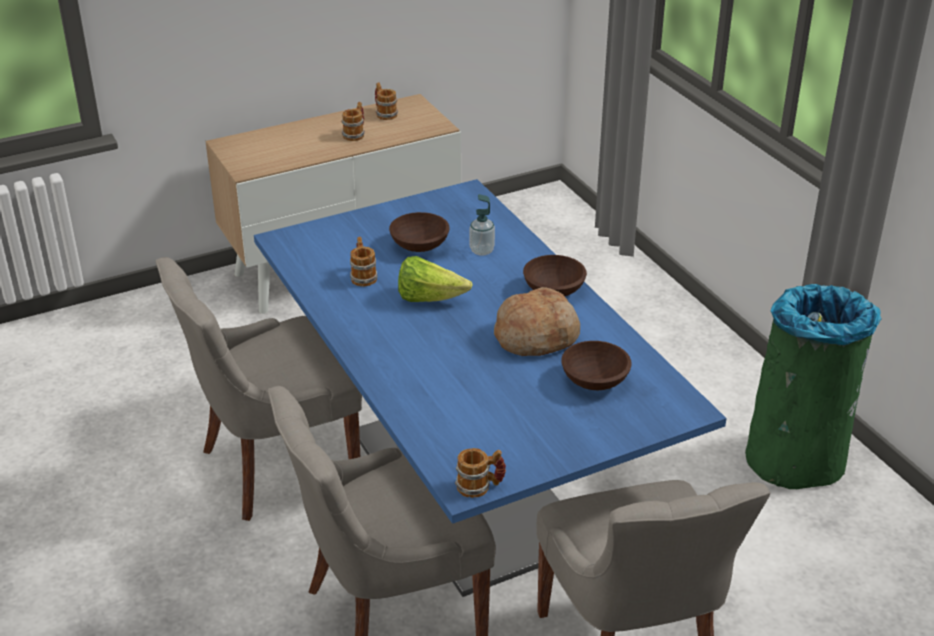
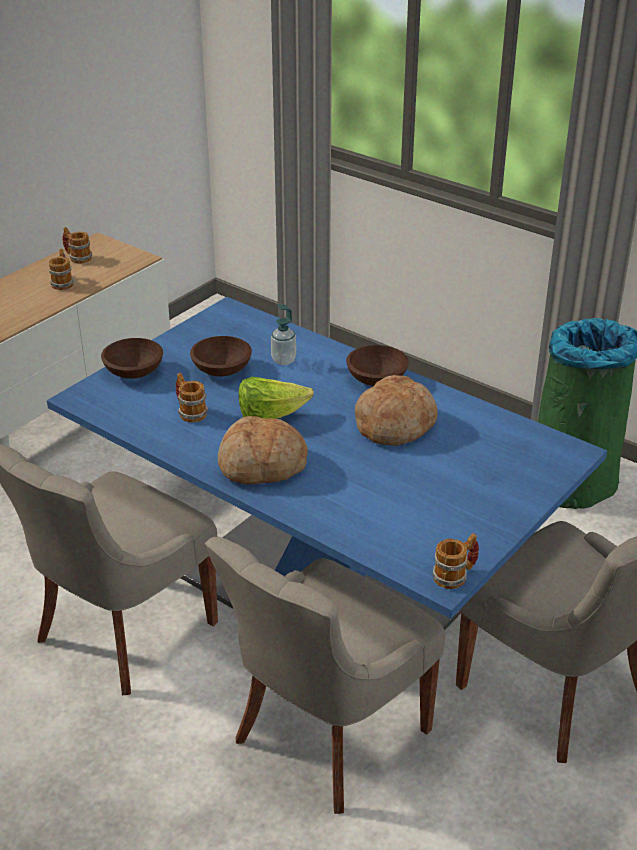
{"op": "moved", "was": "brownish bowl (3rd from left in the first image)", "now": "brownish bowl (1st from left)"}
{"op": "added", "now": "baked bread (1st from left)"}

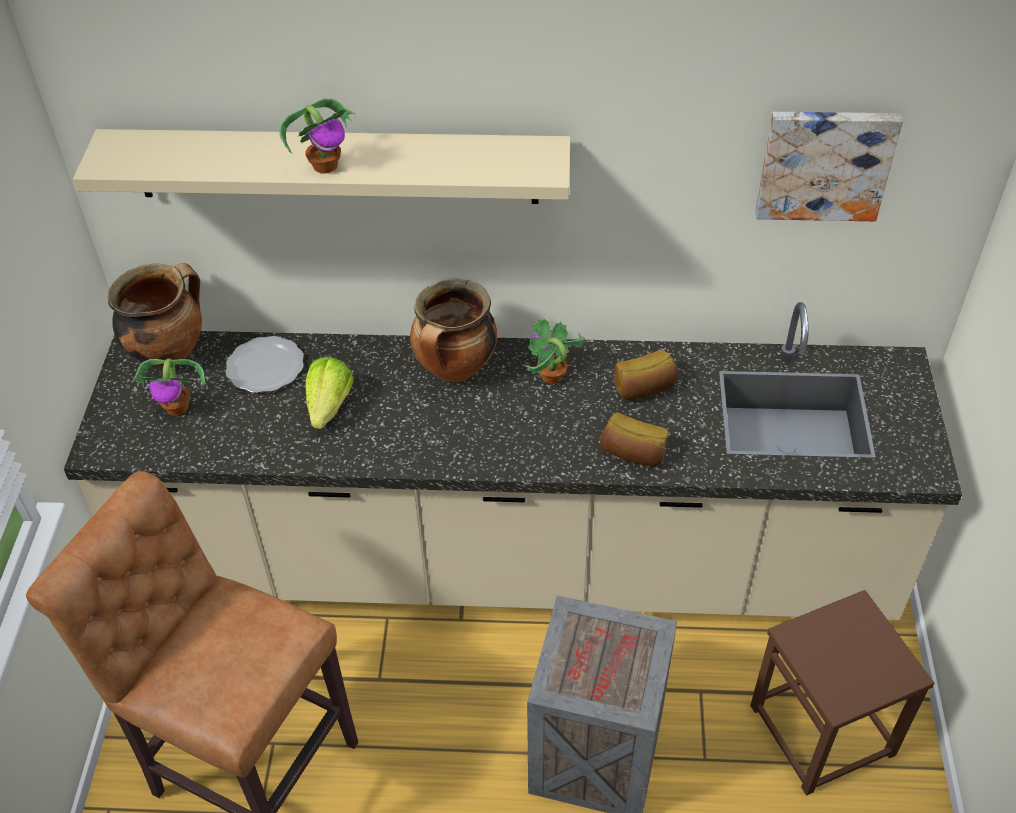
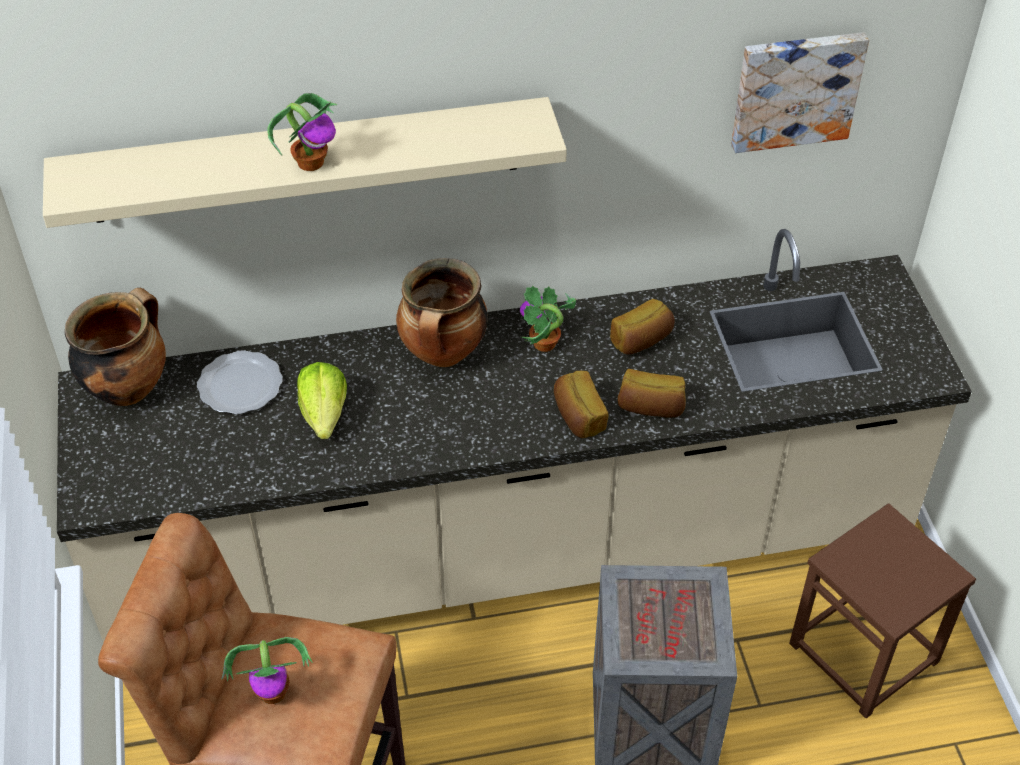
{"op": "moved", "was": "houseplant (1st from left)"}
{"op": "added", "now": "baked bread (1st from left)"}

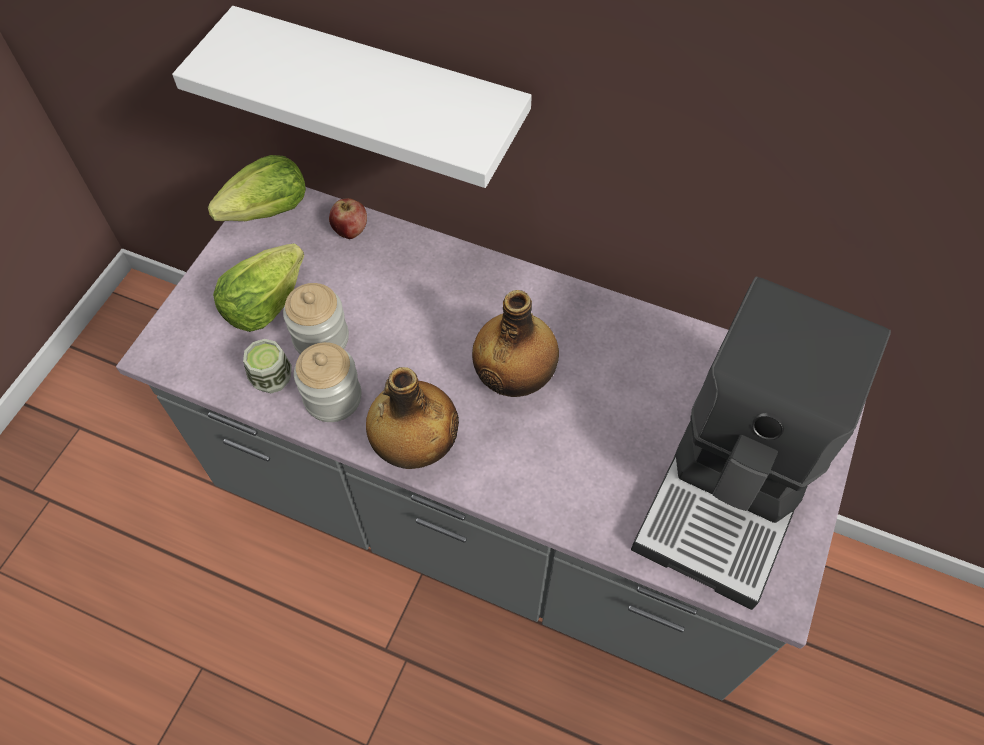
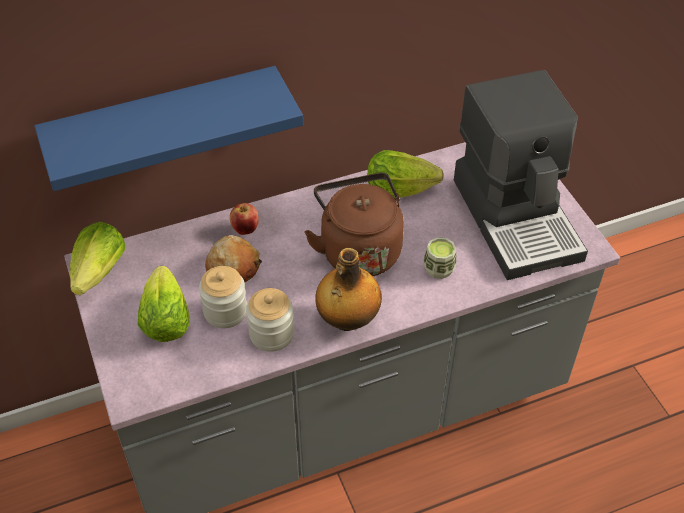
{"op": "recoloured", "was": "white bracket shelf", "now": "bluish bracket shelf"}
{"op": "added", "now": "baked bread"}
{"op": "moved", "was": "apple"}
{"op": "replaced", "was": "beverage bottle (2nd from left)", "now": "brownish water kettle"}
{"op": "added", "now": "head of lettuce (3rd from left)"}
{"op": "moved", "was": "small cup"}

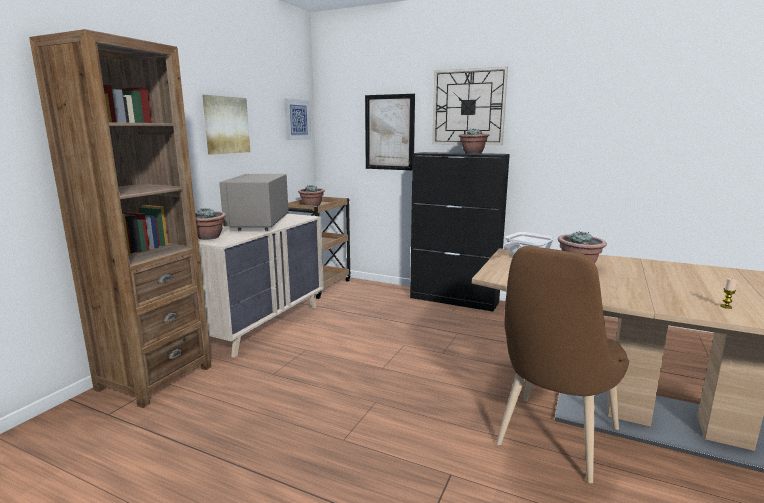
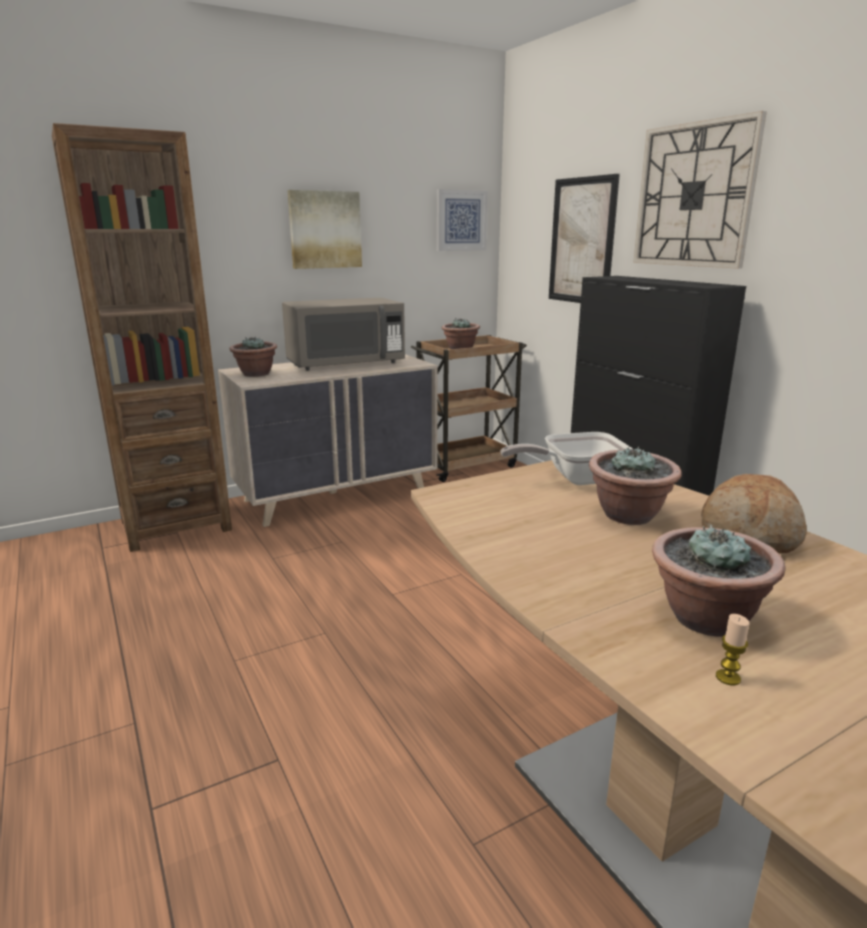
{"op": "turned", "was": "greyish microwave", "clockwise": -150}
{"op": "moved", "was": "houseplant (3rd from left in the first image)", "now": "houseplant (4th from left)"}
{"op": "added", "now": "baked bread"}
{"op": "removed", "was": "brownish chair"}

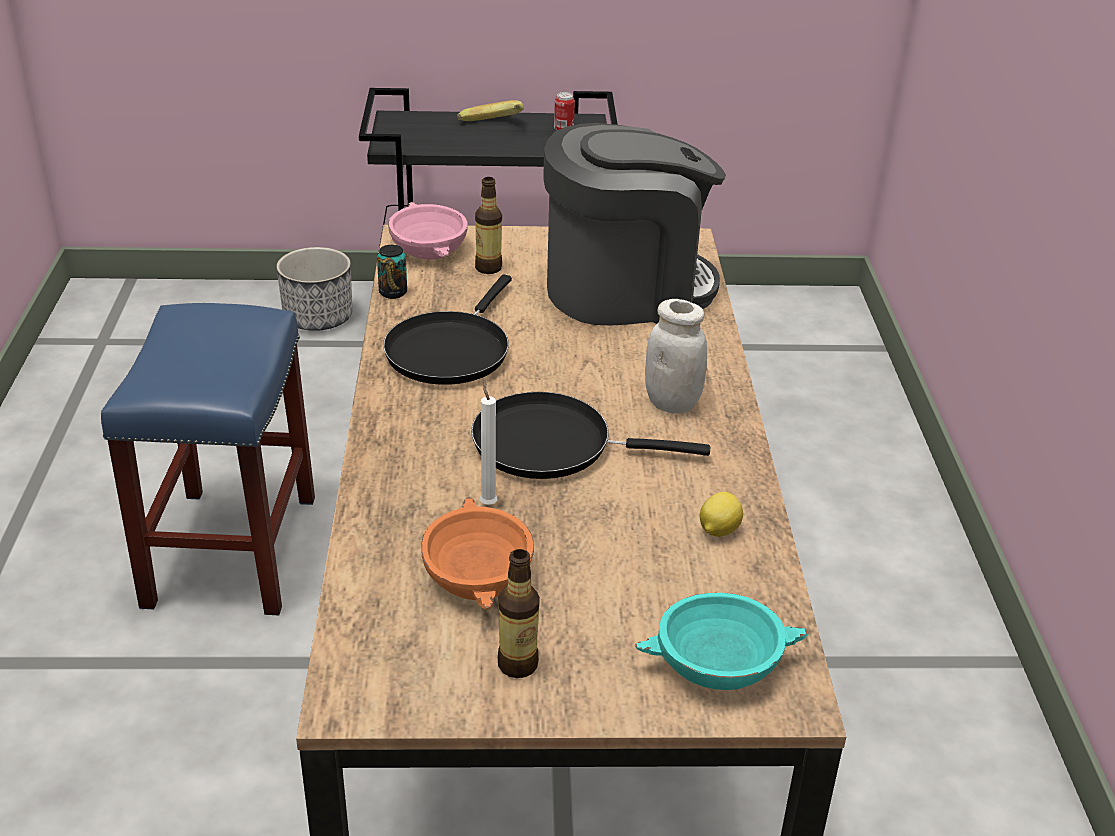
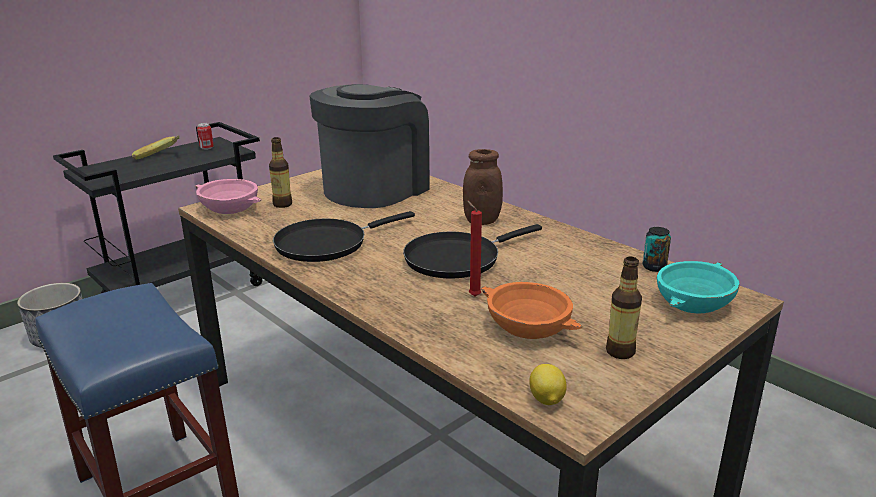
{"op": "turned", "was": "black frying pan (1st from left)", "clockwise": 75}
{"op": "recoloured", "was": "white storage jar", "now": "brownish storage jar"}
{"op": "recoloured", "was": "white wax light", "now": "reddish wax light"}
{"op": "moved", "was": "whole lemon"}
{"op": "moved", "was": "metal can (1st from left in the first image)", "now": "metal can (2nd from left)"}

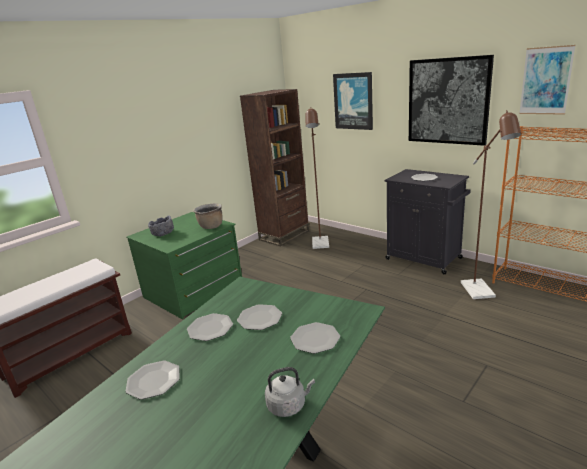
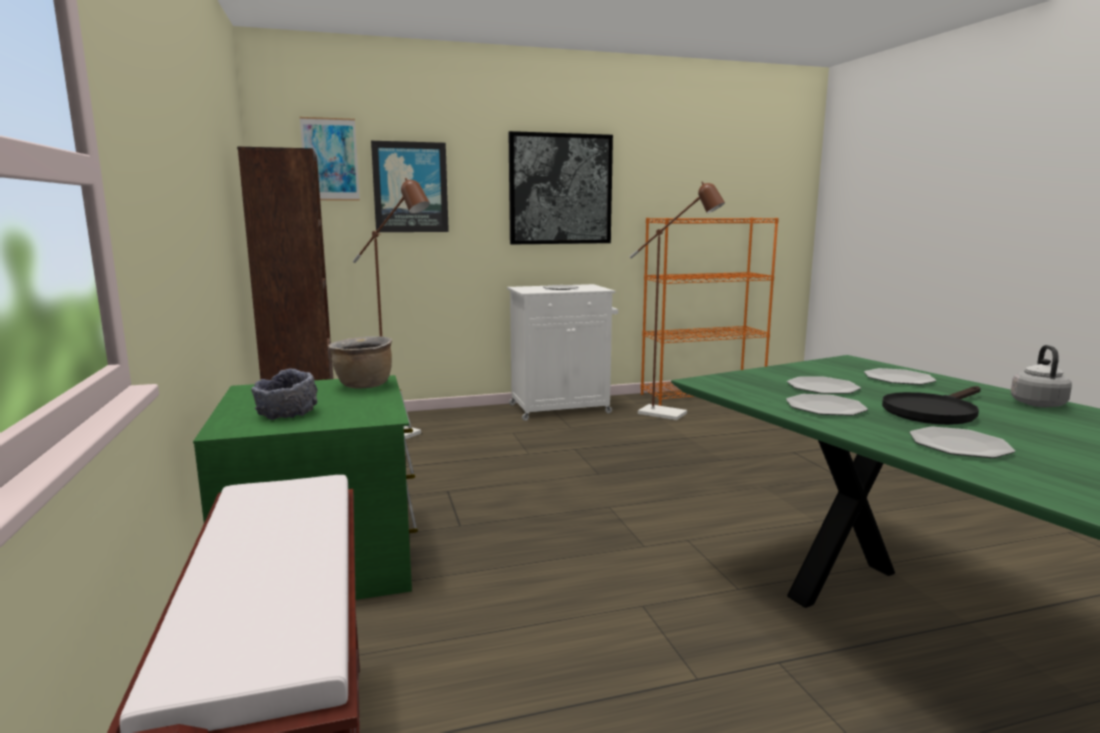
{"op": "moved", "was": "wall picture (3rd from left in the first image)", "now": "wall picture (1st from left)"}
{"op": "recoloured", "was": "black cabinet", "now": "white cabinet"}
{"op": "added", "now": "black frying pan"}

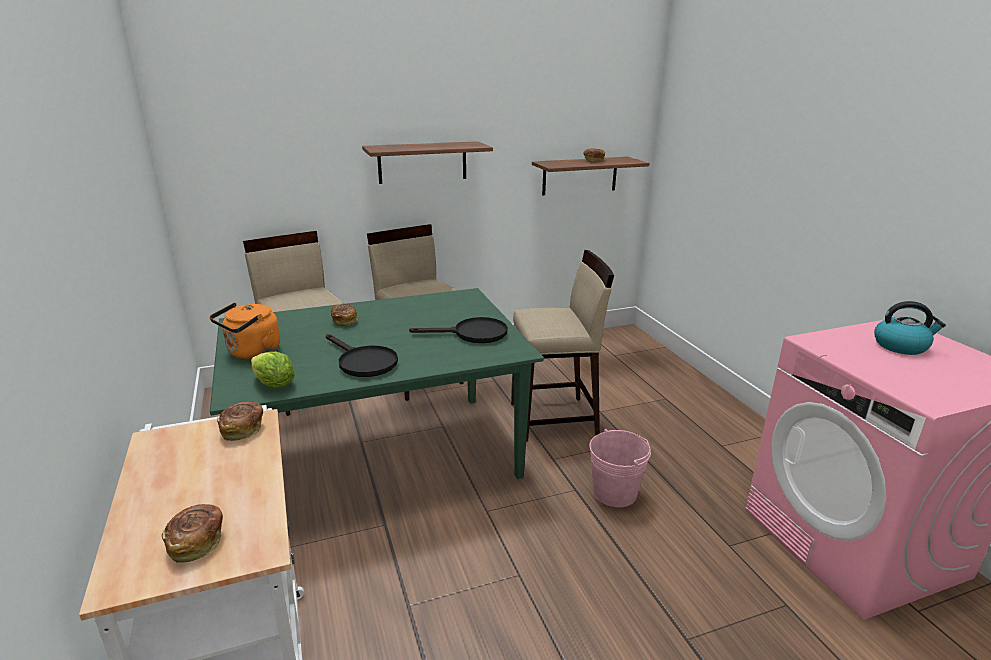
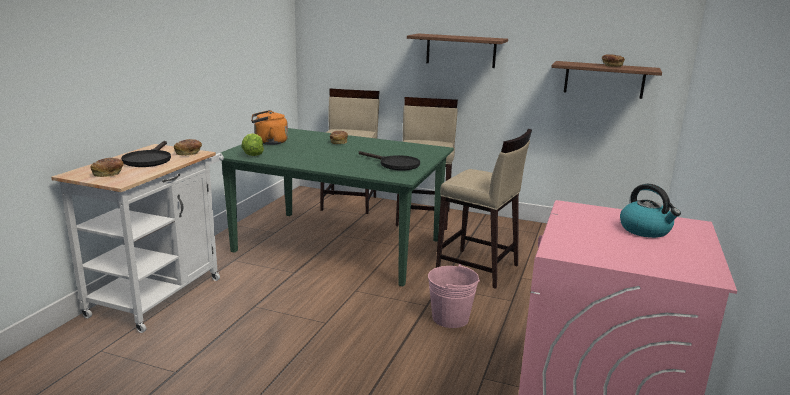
{"op": "moved", "was": "black frying pan (1st from left)"}

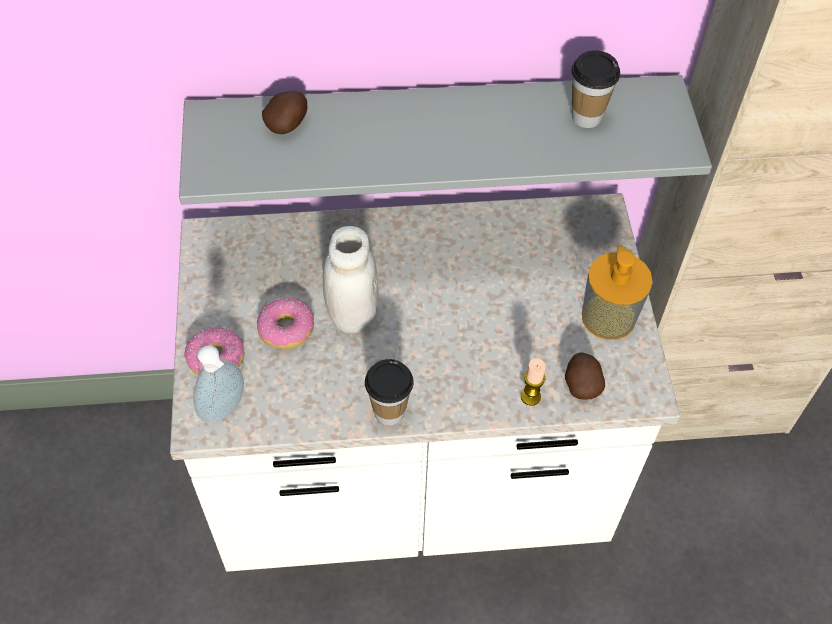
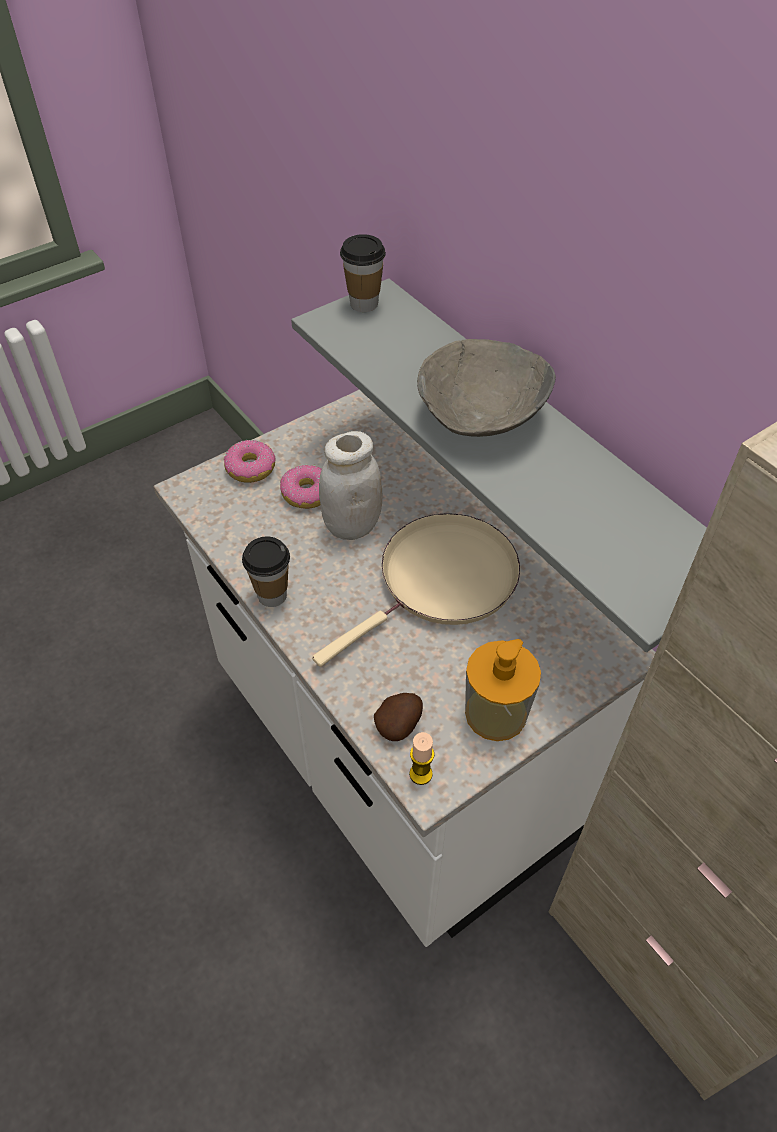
{"op": "added", "now": "beige-coloured frying pan"}
{"op": "moved", "was": "small cup (2nd from left)"}
{"op": "moved", "was": "wax light"}
{"op": "added", "now": "greyish bowl"}
{"op": "removed", "was": "soap dispenser (1st from left)"}
{"op": "removed", "was": "potato (1st from left)"}

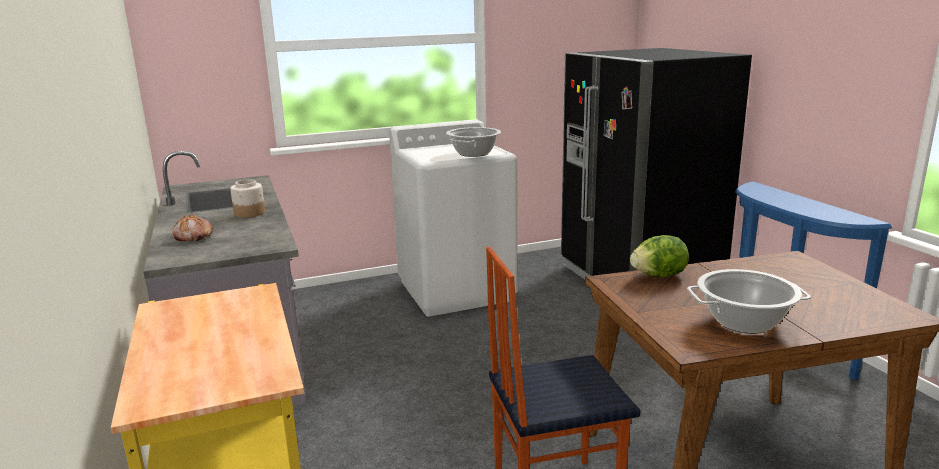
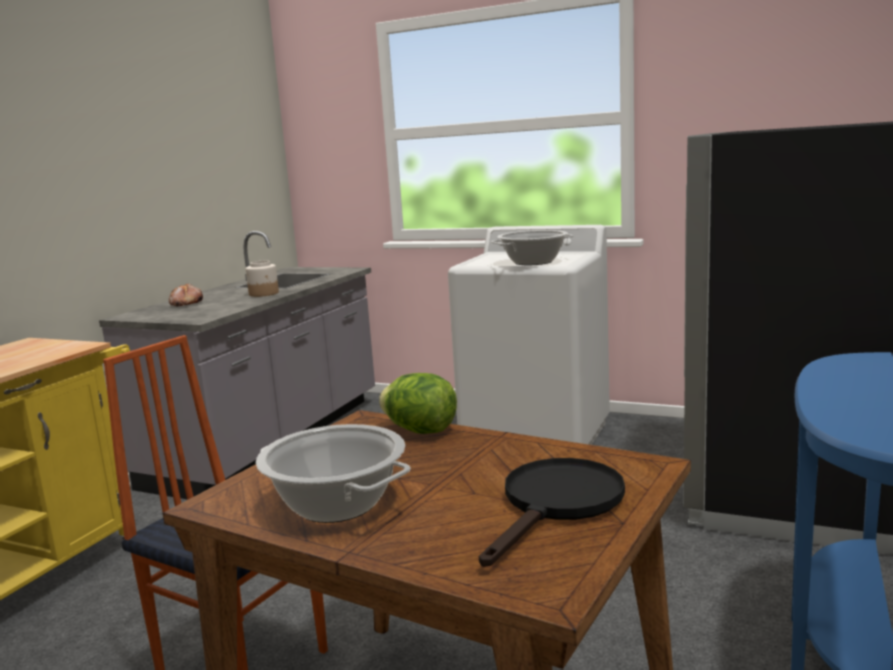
{"op": "added", "now": "black frying pan"}

